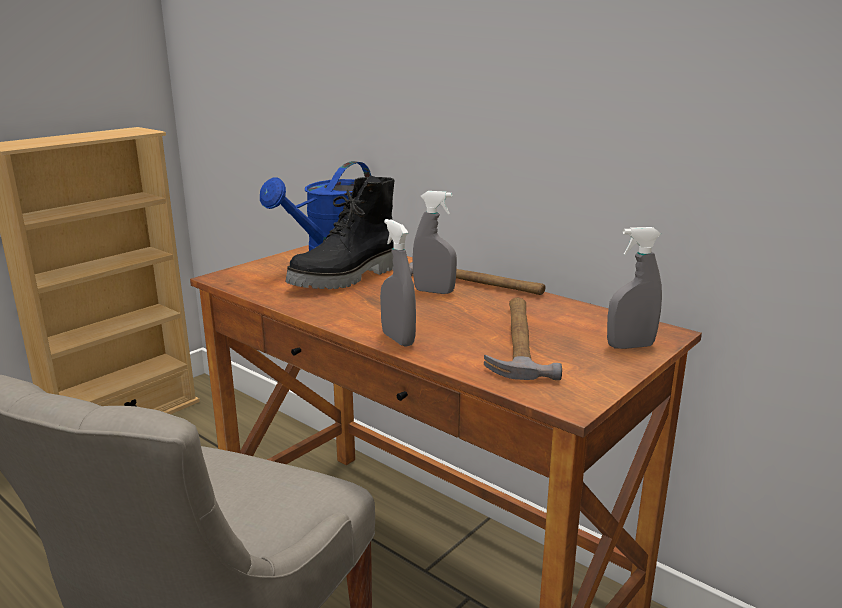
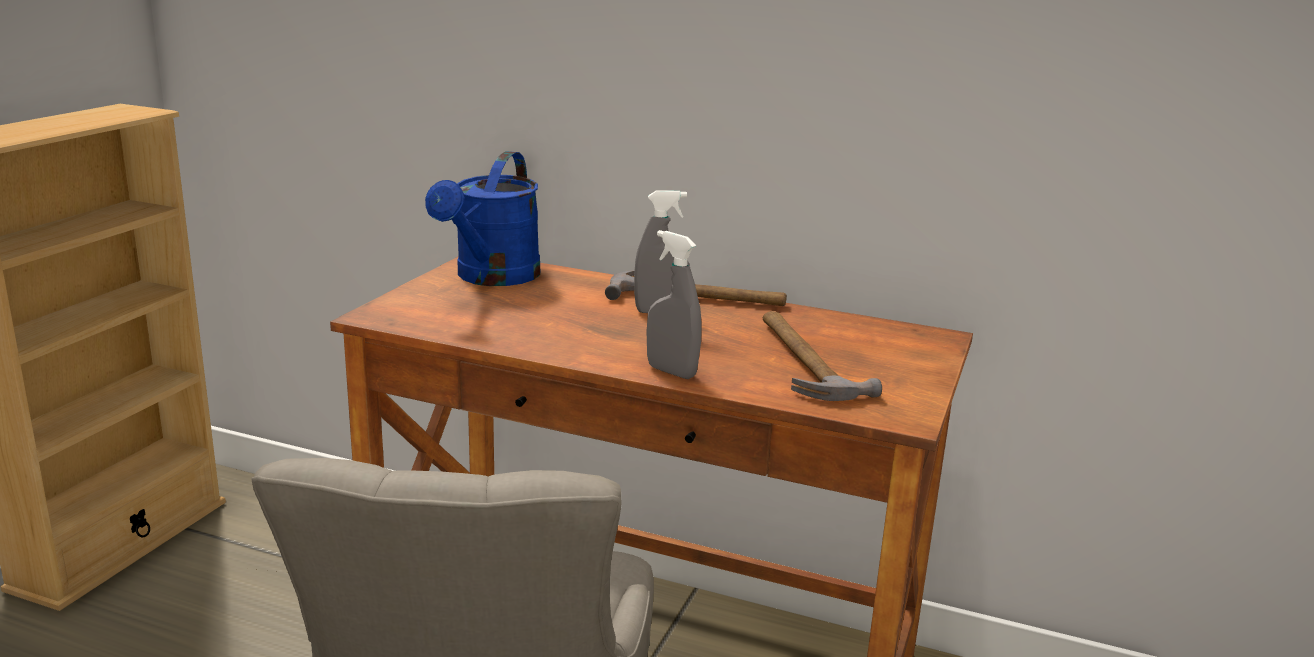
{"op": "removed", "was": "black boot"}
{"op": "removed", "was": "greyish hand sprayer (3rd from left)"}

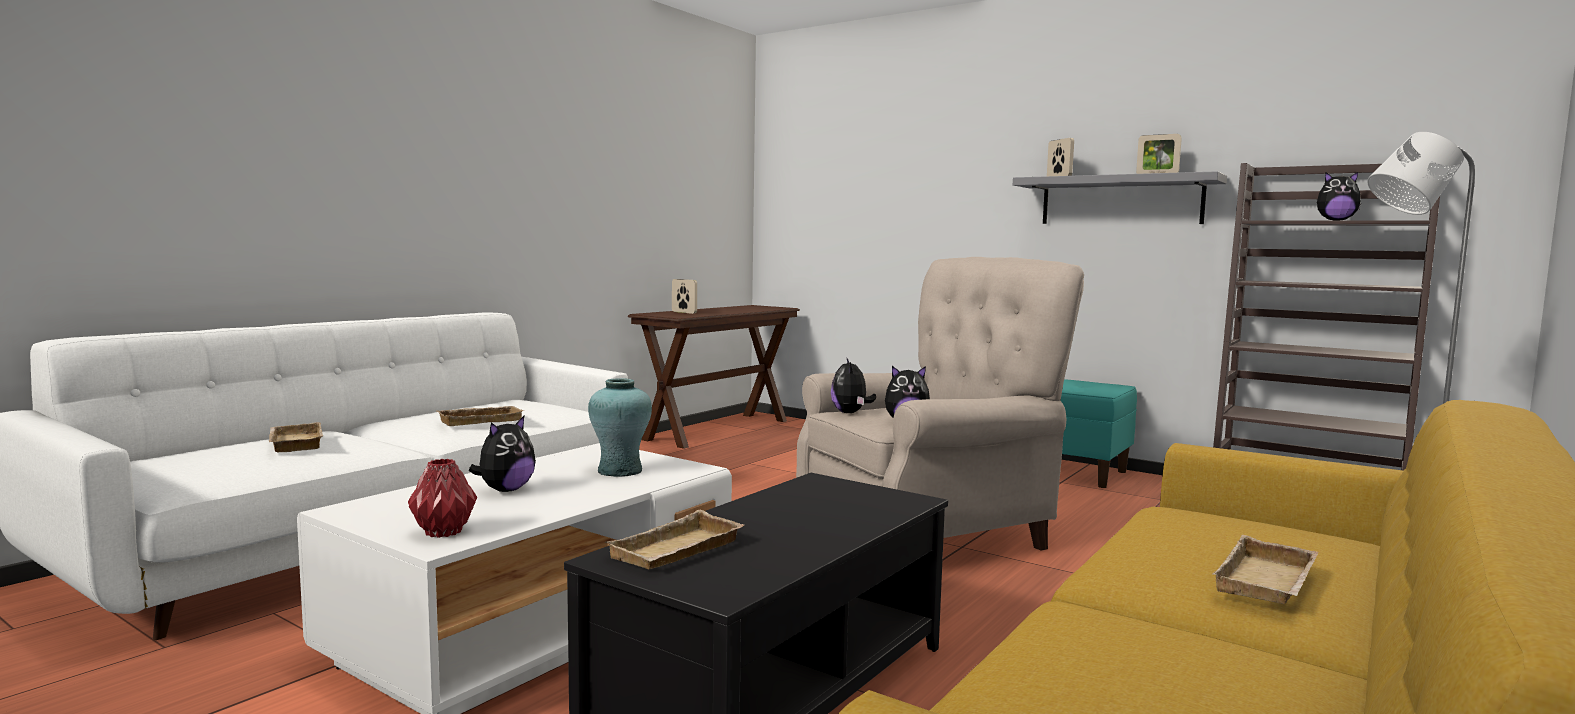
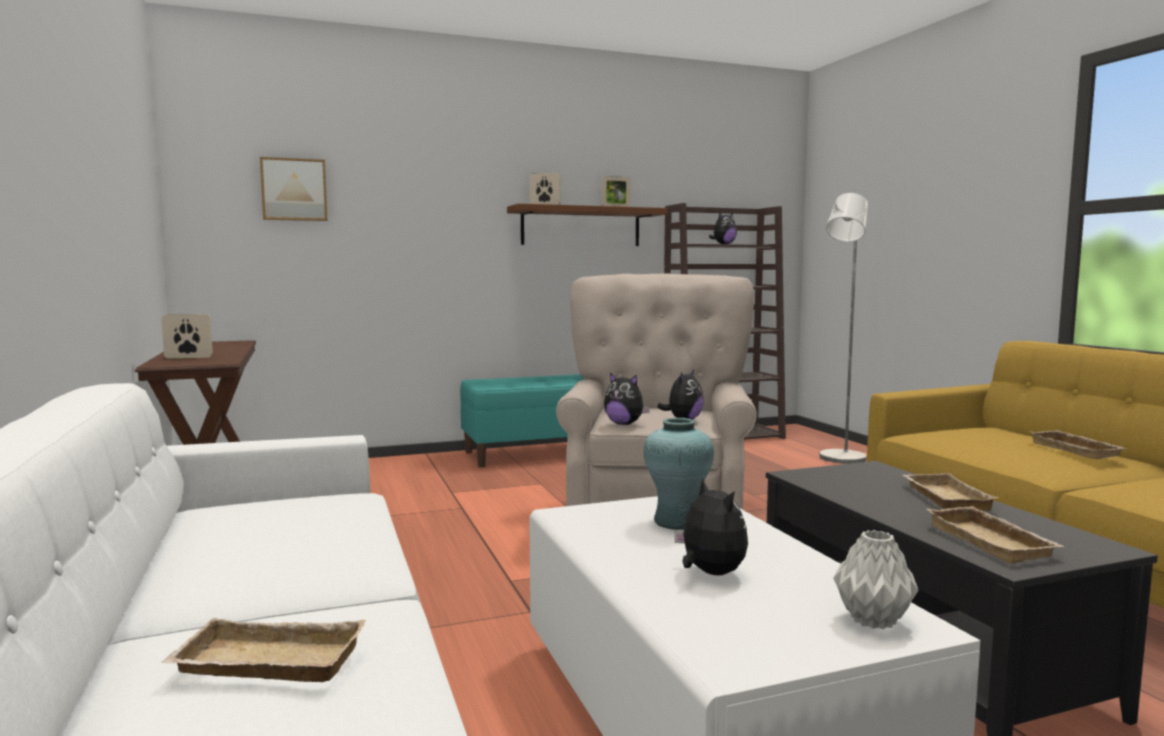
{"op": "added", "now": "wall picture"}
{"op": "recoloured", "was": "greyish bracket shelf", "now": "brownish bracket shelf"}
{"op": "recoloured", "was": "reddish flower vase", "now": "greyish flower vase"}
{"op": "moved", "was": "beige-coloured carrying tray (2nd from left)"}

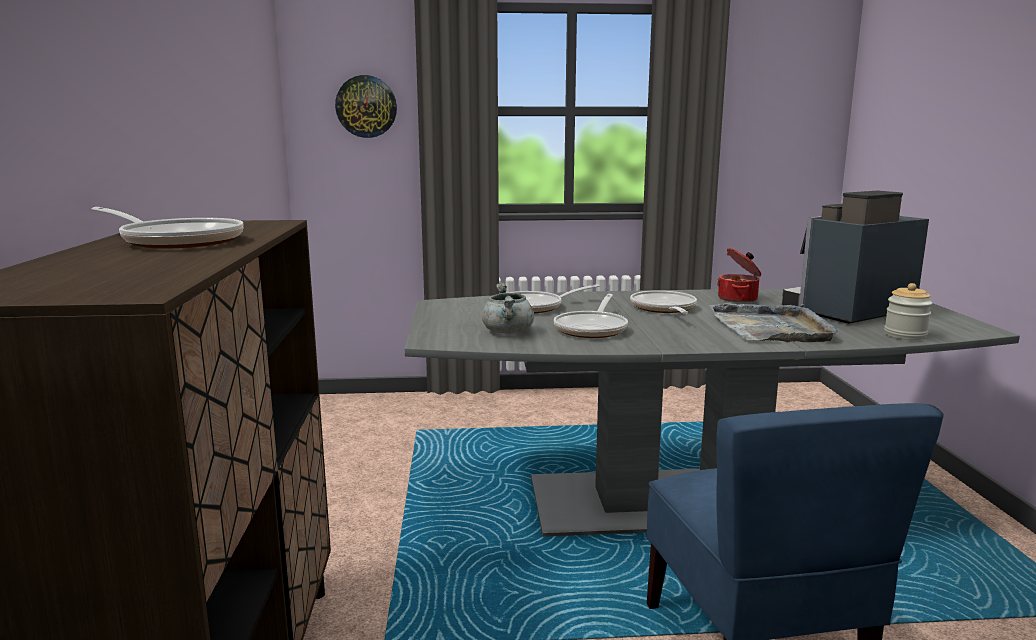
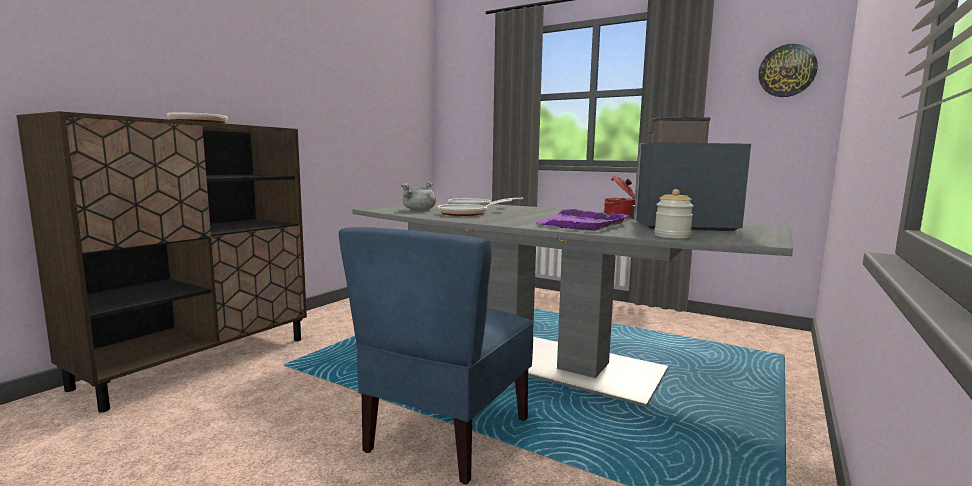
{"op": "recoloured", "was": "greyish carrying tray", "now": "purplish carrying tray"}
{"op": "moved", "was": "clock on the wall"}
{"op": "removed", "was": "frying pan (4th from left)"}

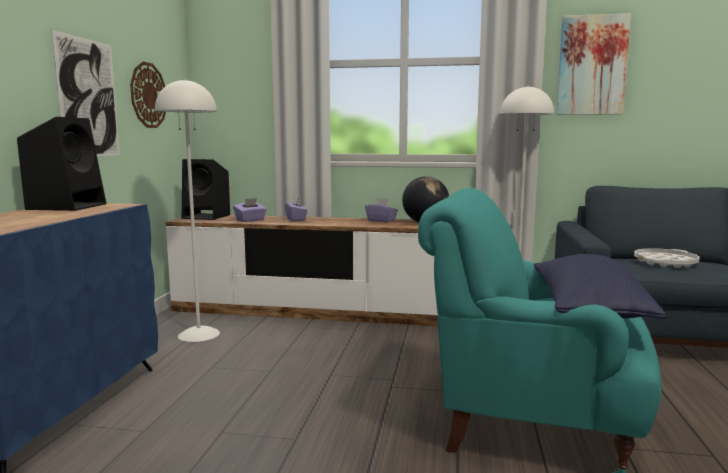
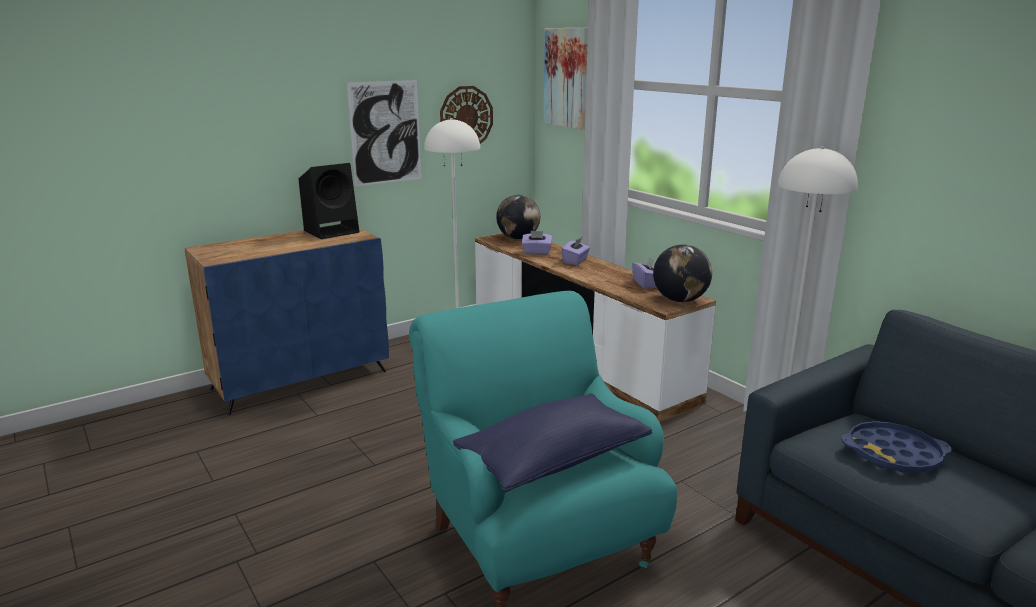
{"op": "replaced", "was": "black loudspeaker (2nd from left)", "now": "globe (1st from left)"}
{"op": "moved", "was": "wall picture (2nd from left)"}
{"op": "recoloured", "was": "white carrying tray", "now": "bluish carrying tray"}

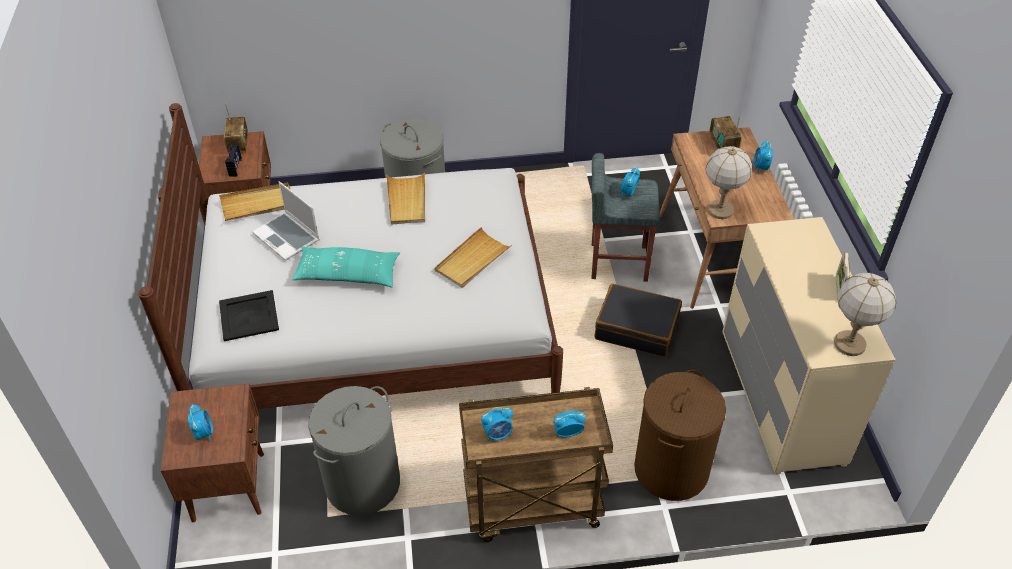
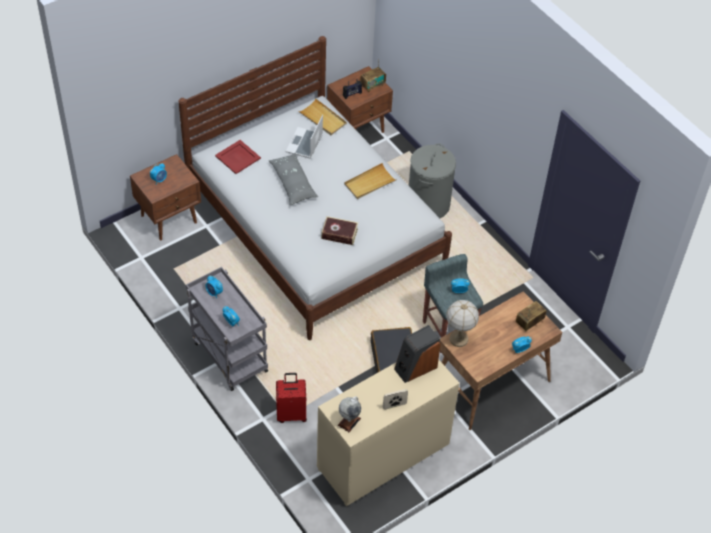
{"op": "recoloured", "was": "brownish wheeled cart", "now": "greyish wheeled cart"}
{"op": "recoloured", "was": "black carrying tray", "now": "reddish carrying tray"}
{"op": "recoloured", "was": "blue-green throw pillow", "now": "greyish throw pillow"}
{"op": "replaced", "was": "brownish washing basket", "now": "reddish piece of luggage"}
{"op": "replaced", "was": "beige-coloured carrying tray (3rd from left)", "now": "bound book"}
{"op": "replaced", "was": "table lamp (2nd from left)", "now": "globe"}
{"op": "added", "now": "loudspeaker"}
{"op": "removed", "was": "greyish washing basket (1st from left)"}

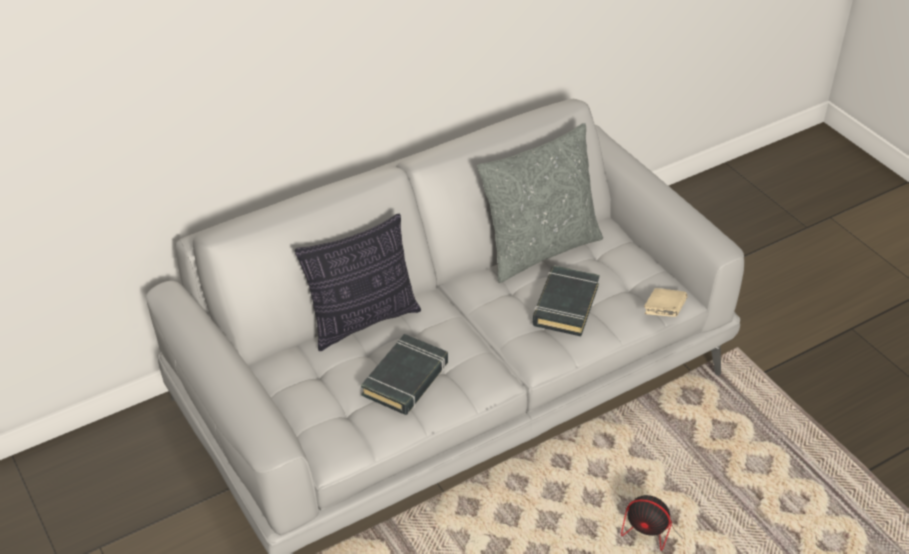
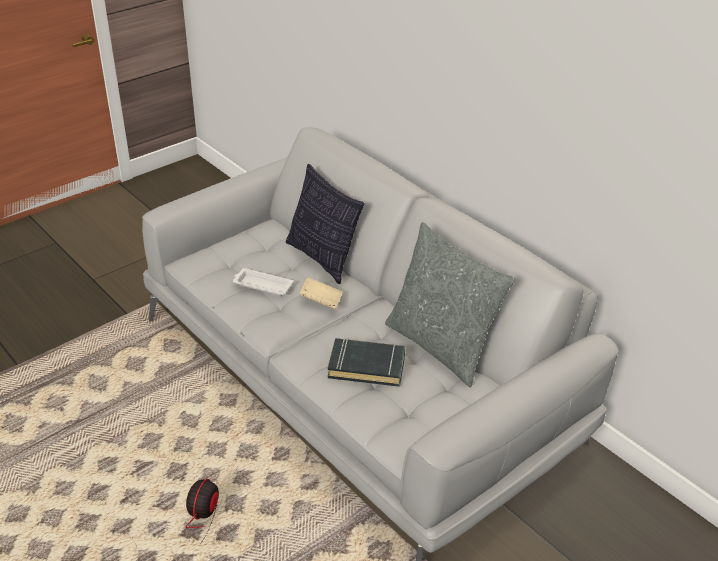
{"op": "replaced", "was": "black bound book (1st from left)", "now": "white carrying tray"}
{"op": "moved", "was": "beige-coloured bound book"}

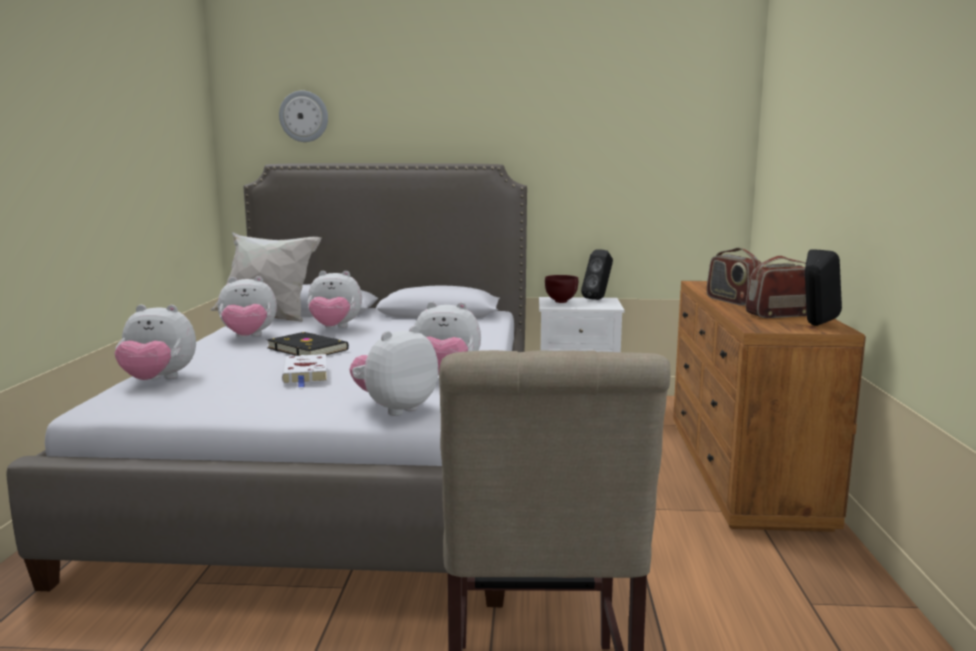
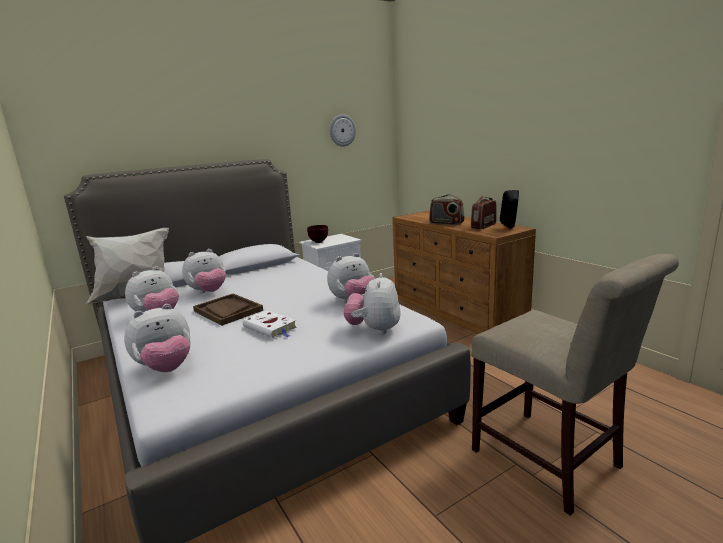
{"op": "replaced", "was": "black bound book", "now": "brownish carrying tray"}
{"op": "moved", "was": "clock on the wall"}
{"op": "removed", "was": "black loudspeaker (1st from left)"}

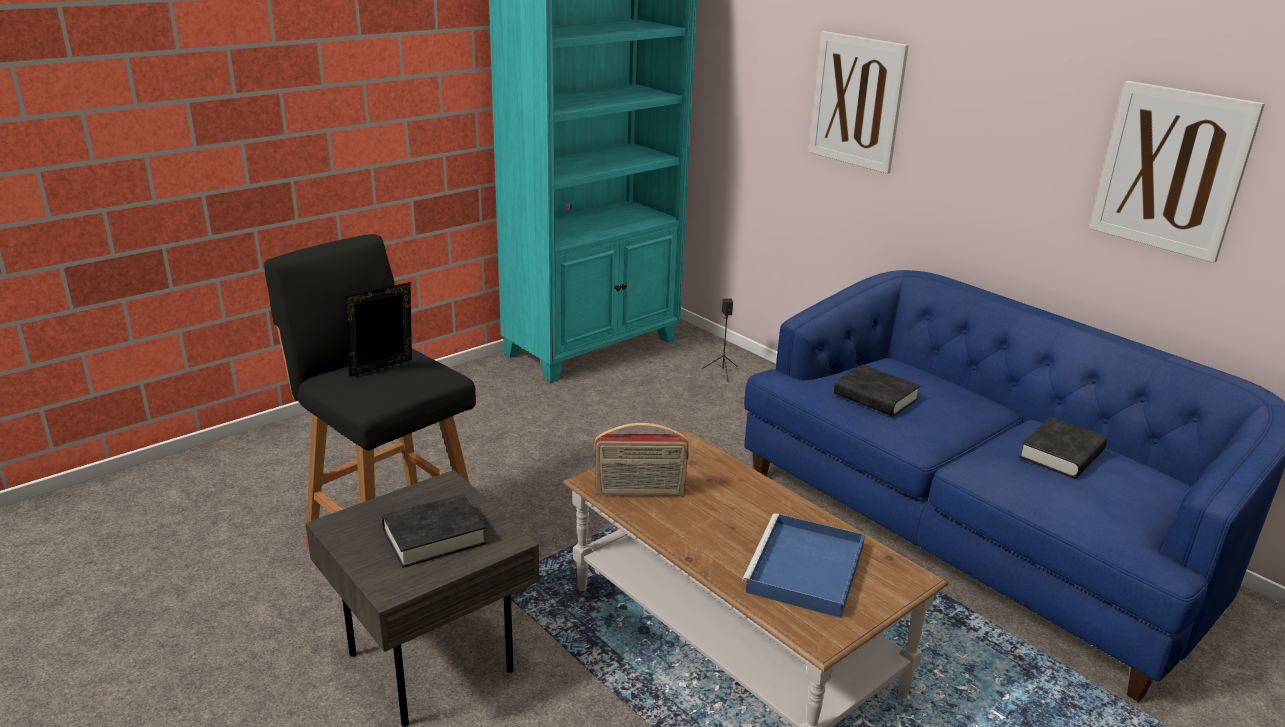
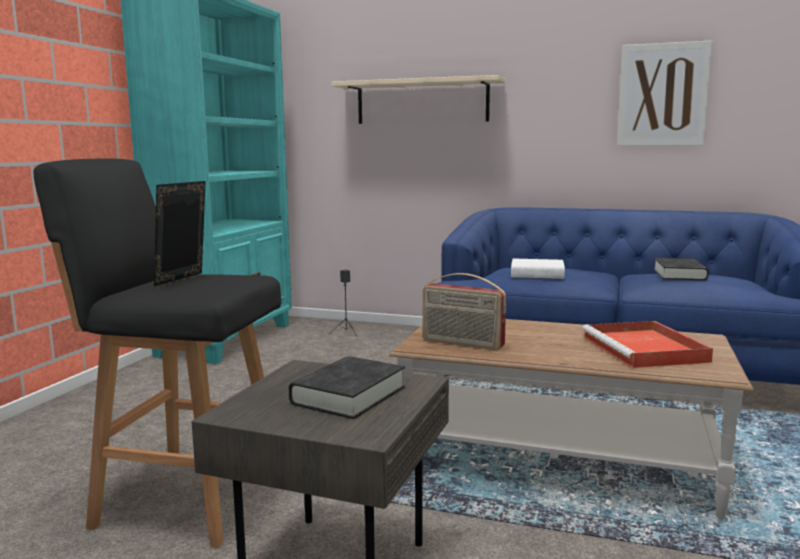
{"op": "replaced", "was": "wall picture (1st from left)", "now": "beige-coloured bracket shelf"}
{"op": "turned", "was": "radio receiver", "clockwise": 60}
{"op": "recoloured", "was": "black bound book (2nd from left)", "now": "white bound book"}
{"op": "recoloured", "was": "bluish carrying tray", "now": "reddish carrying tray"}

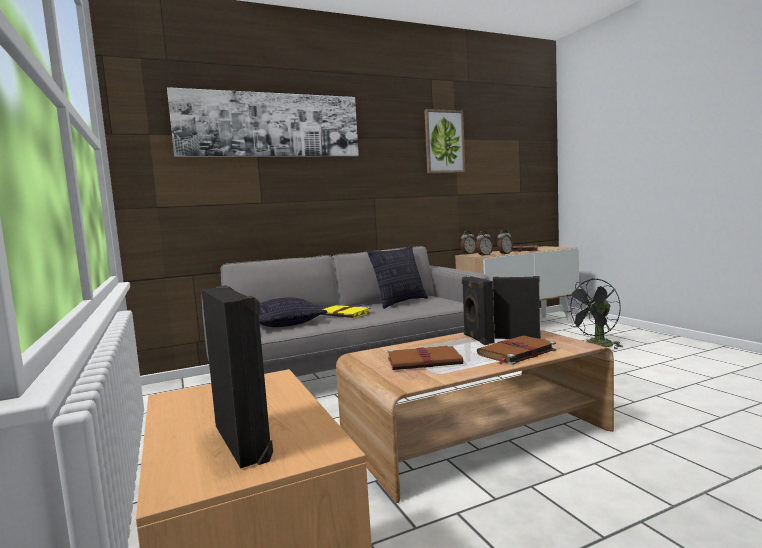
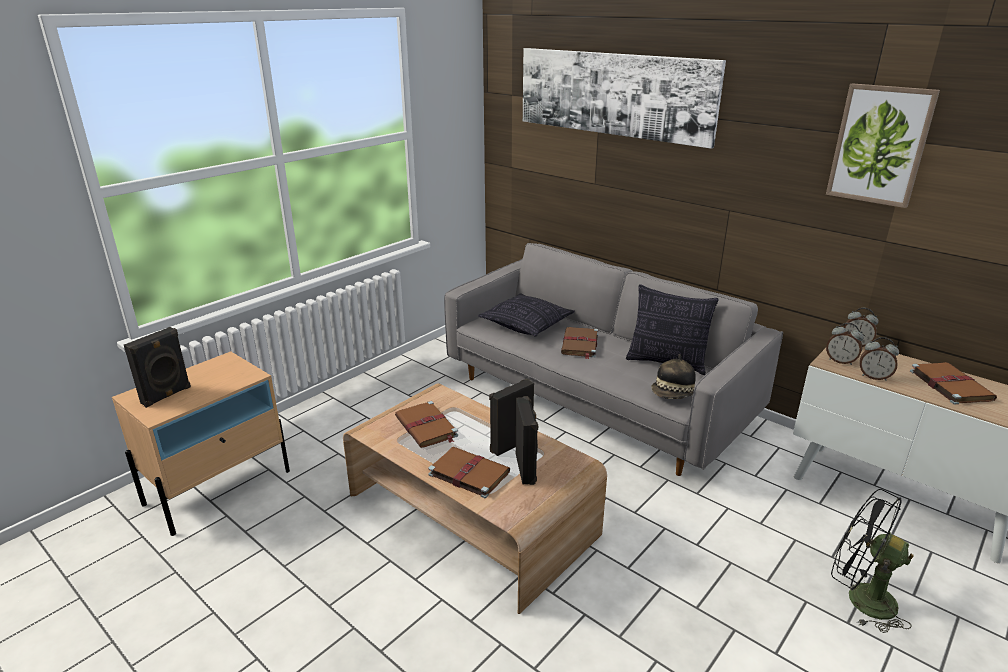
{"op": "recoloured", "was": "yellowish bound book", "now": "brownish bound book (3rd from left)"}
{"op": "added", "now": "wearable hat"}

